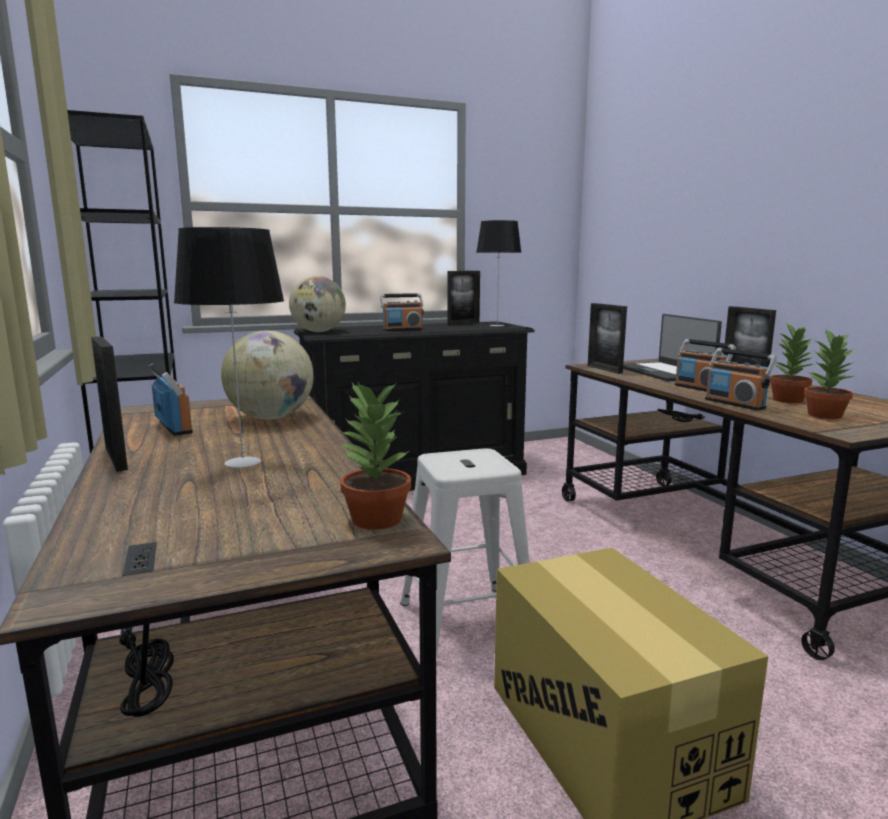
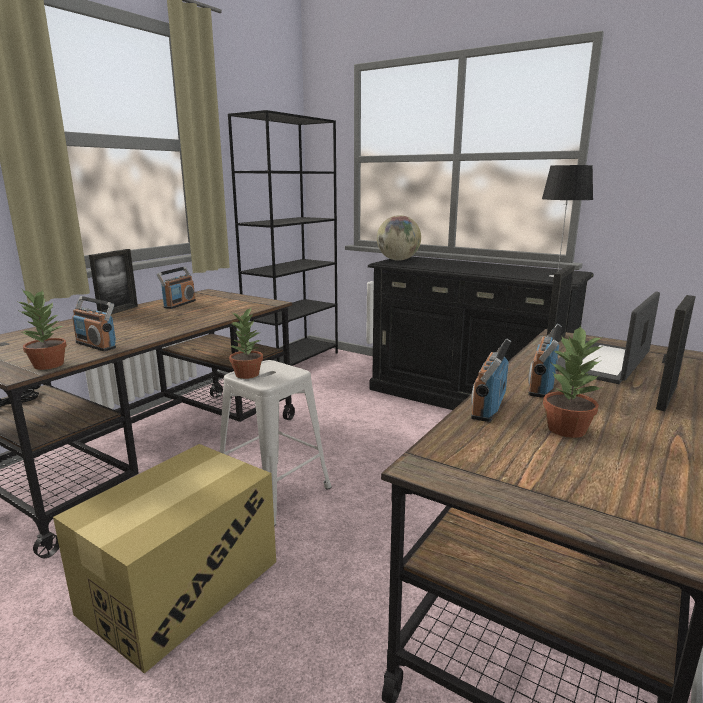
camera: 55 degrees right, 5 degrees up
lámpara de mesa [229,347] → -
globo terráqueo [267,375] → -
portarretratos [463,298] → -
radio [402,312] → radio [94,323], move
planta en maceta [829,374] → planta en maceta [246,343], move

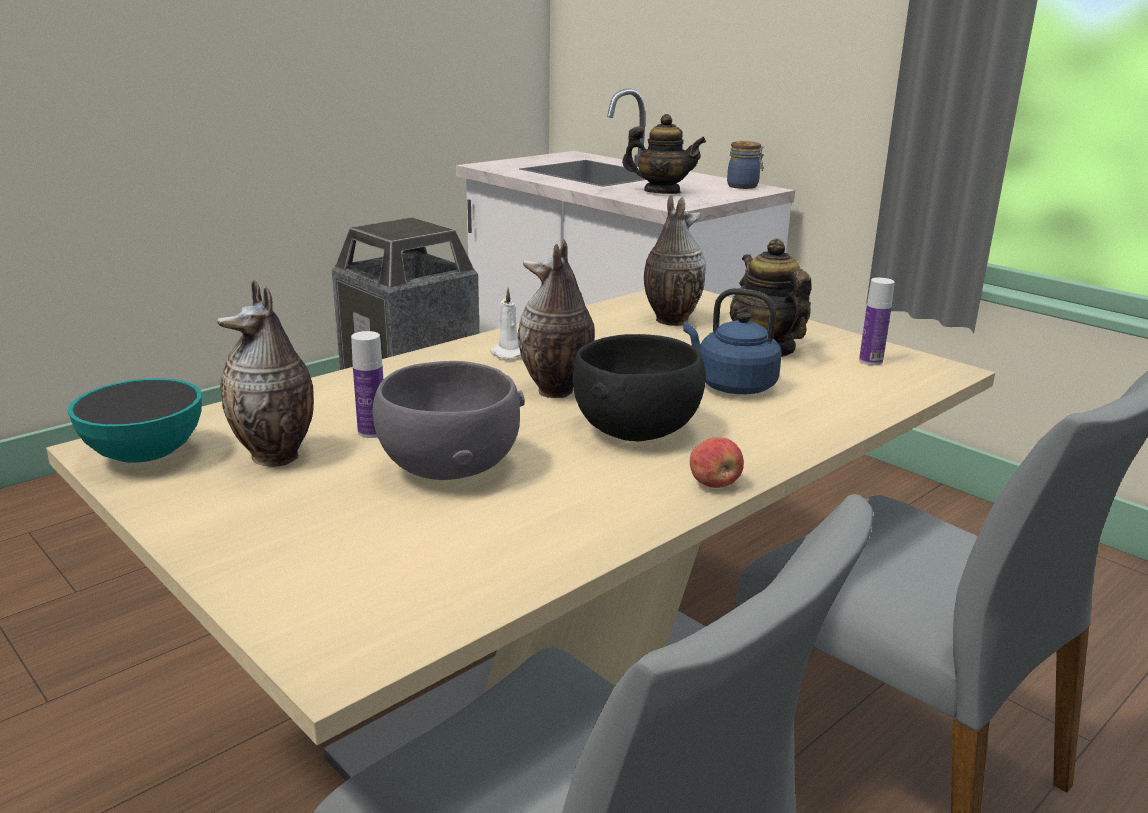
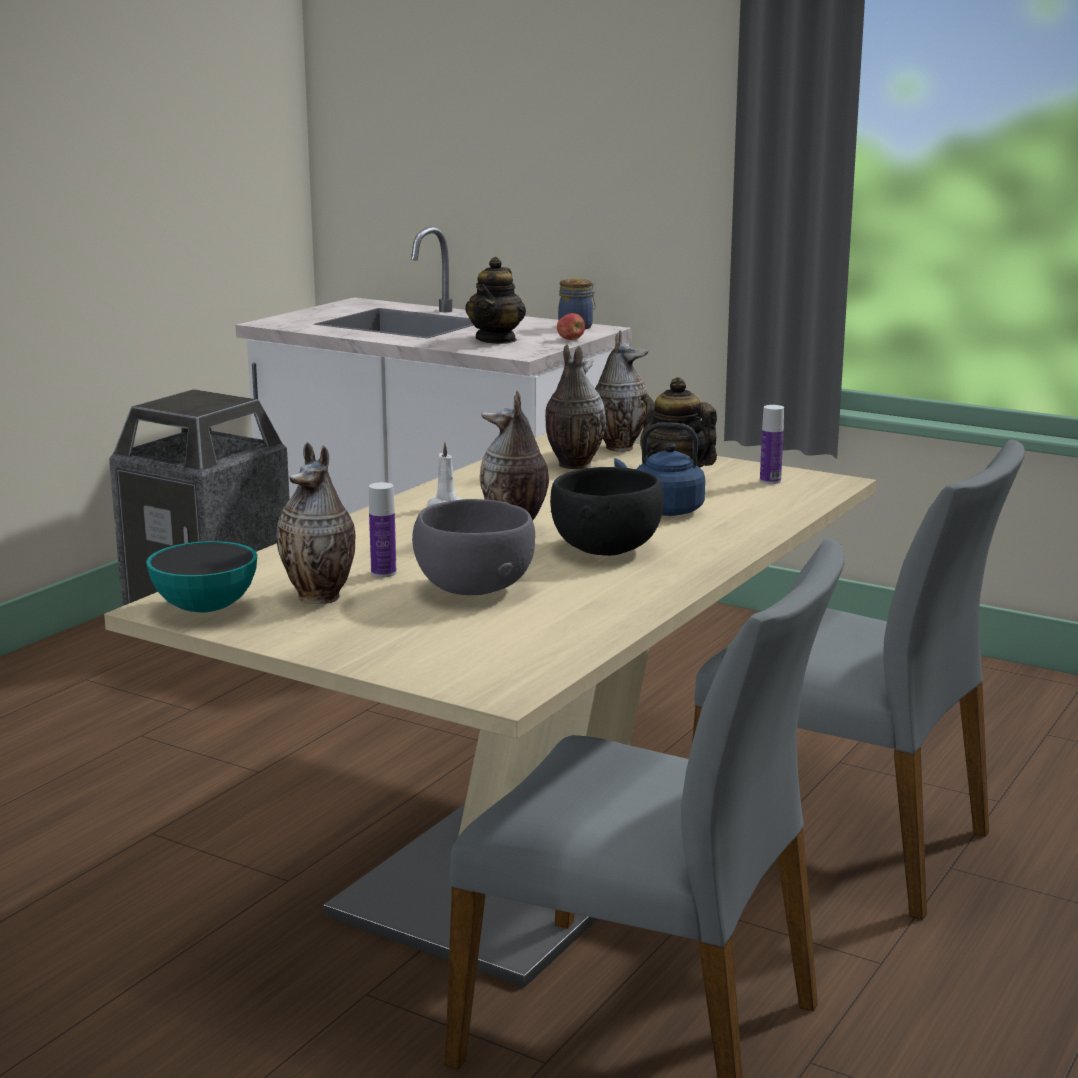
camera: 15 degrees left, 5 degrees down
- → florero [621,391]
manzana [717,462] → manzana [571,326], move
tetera [664,154] → tetera [495,300], 105 degrees clockwise

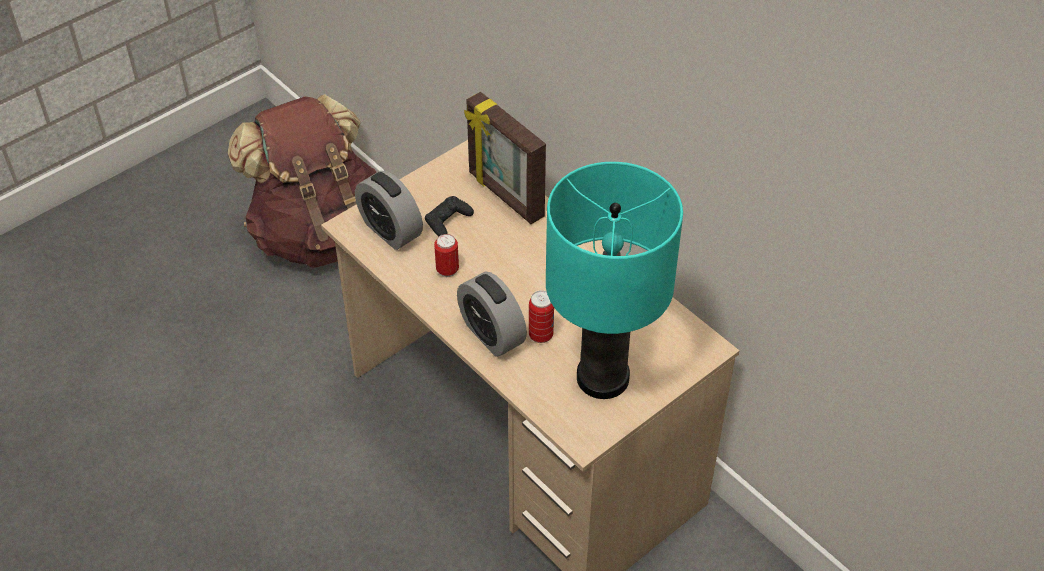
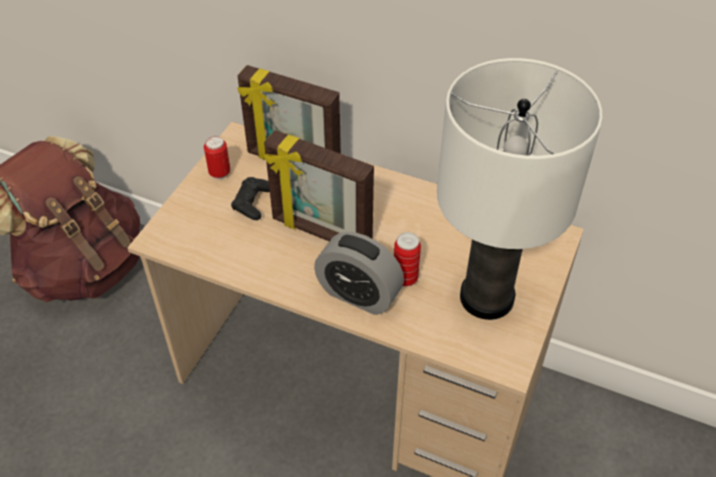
camera: 25 degrees left, 0 degrees up
despertador [389,210] → -
- → portarretratos [319,185]
lata [446,255] → lata [217,157], move
lámpara de mesa [turquesa] [614,280] → lámpara de mesa [blanco] [520,189]

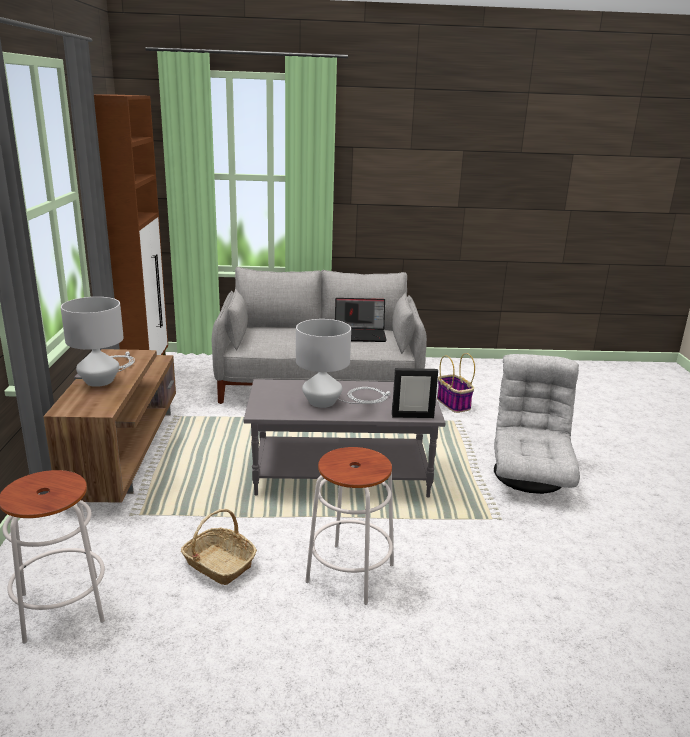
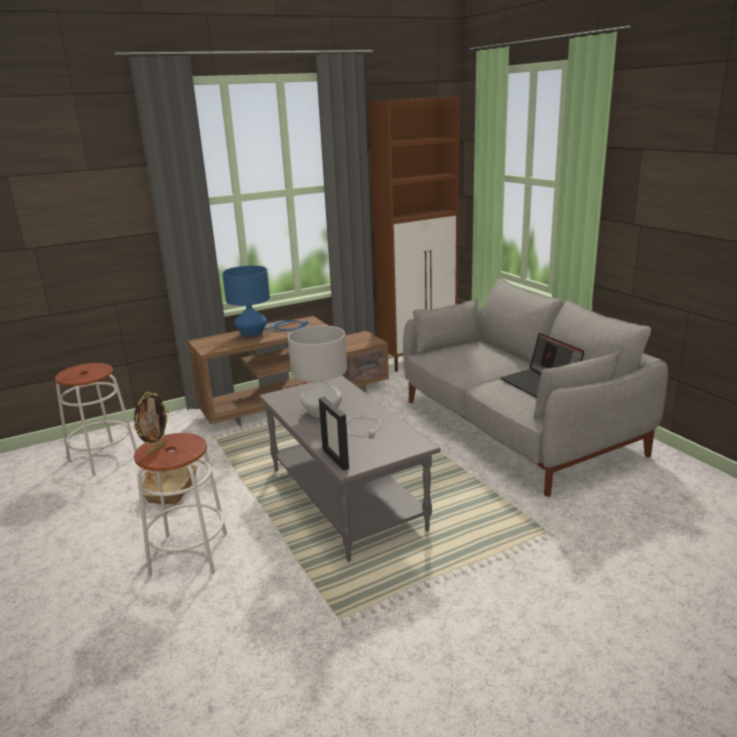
camera: 65 degrees right, 0 degrees up
cesta [456,383] → -
sillón [gris] [537,424] → -
- → portarretratos [151,423]
lámpara de mesa [blanco] [98,342] → lámpara de mesa [azul] [265,301]

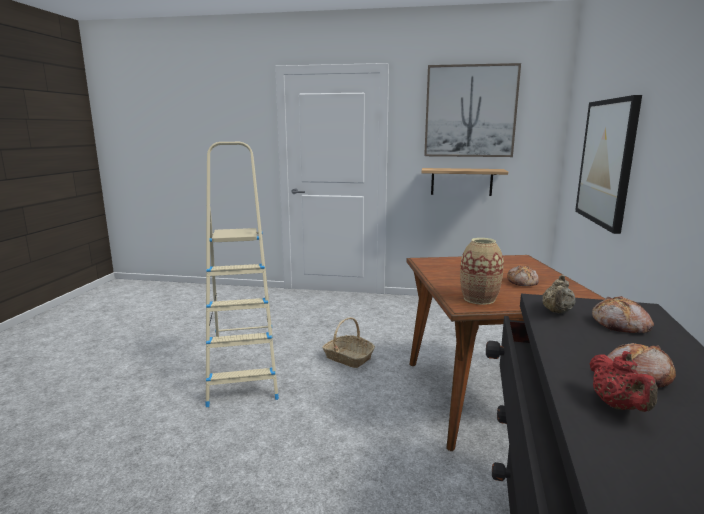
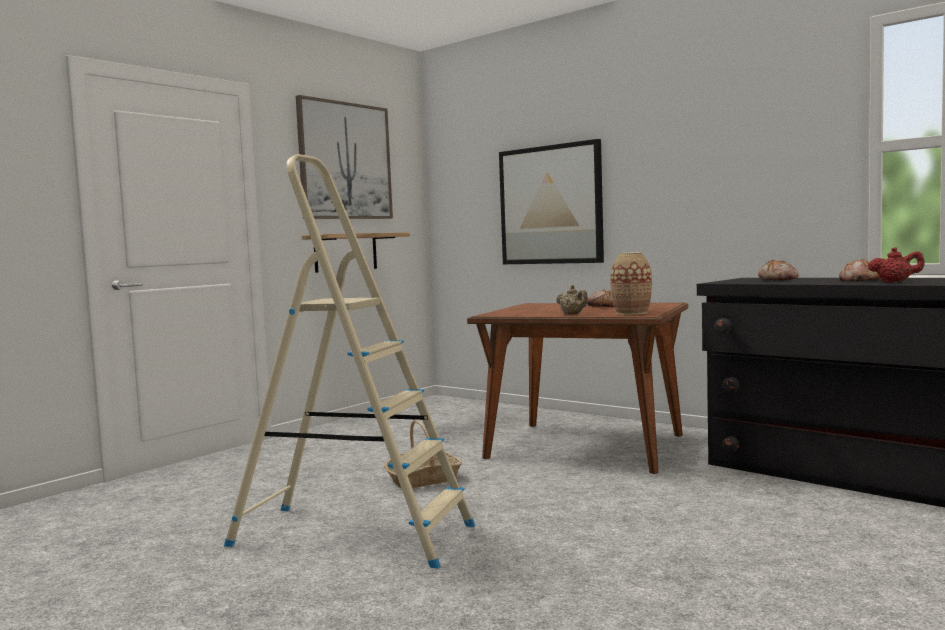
camera: 60 degrees left, 10 degrees down
tetera [beis] [558,294] → tetera [beis] [572,299], move

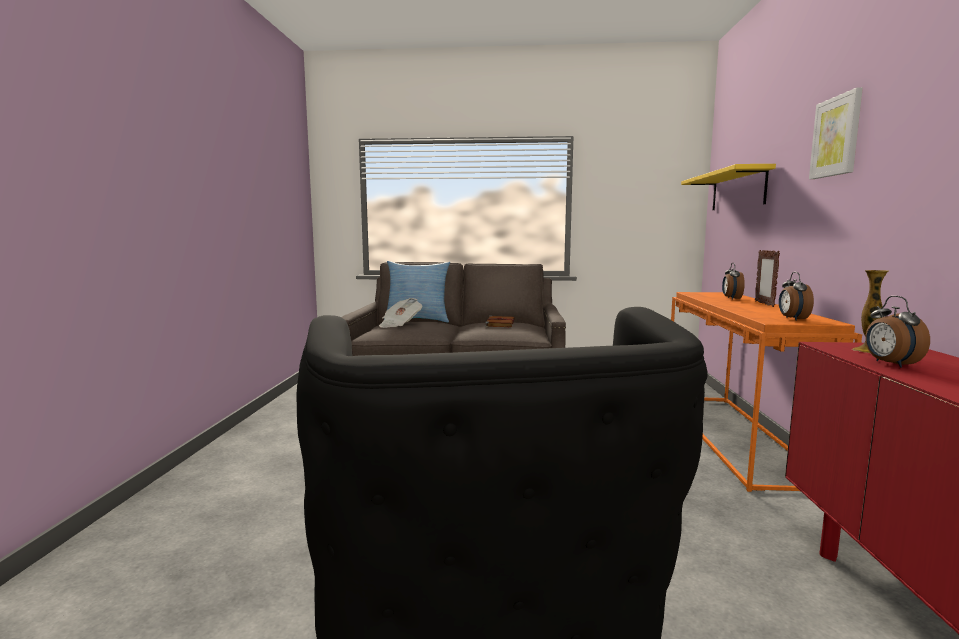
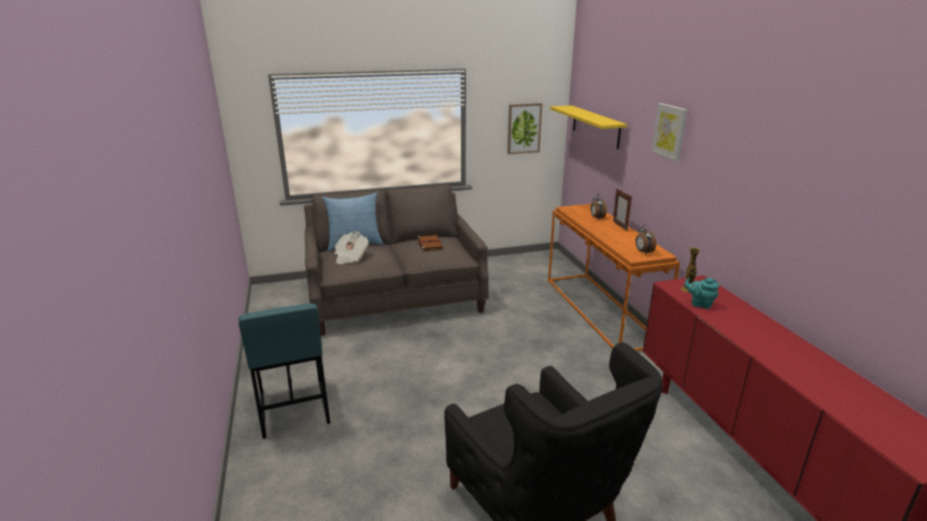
camera: 20 degrees left, 15 degrees up
- → taburete [azul] [284,371]
- → cuadro [524,128]
despertador [897,332] → tetera [turquesa] [701,293]

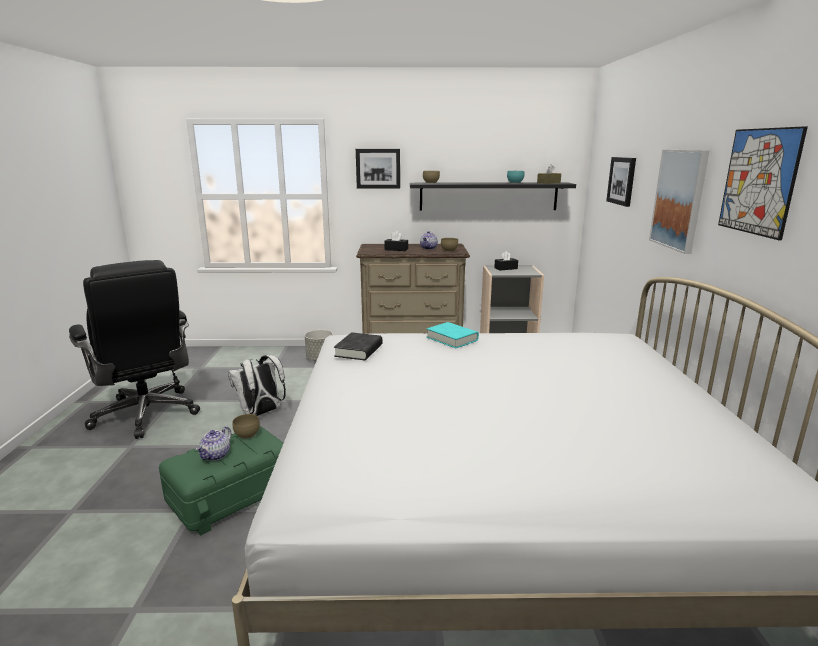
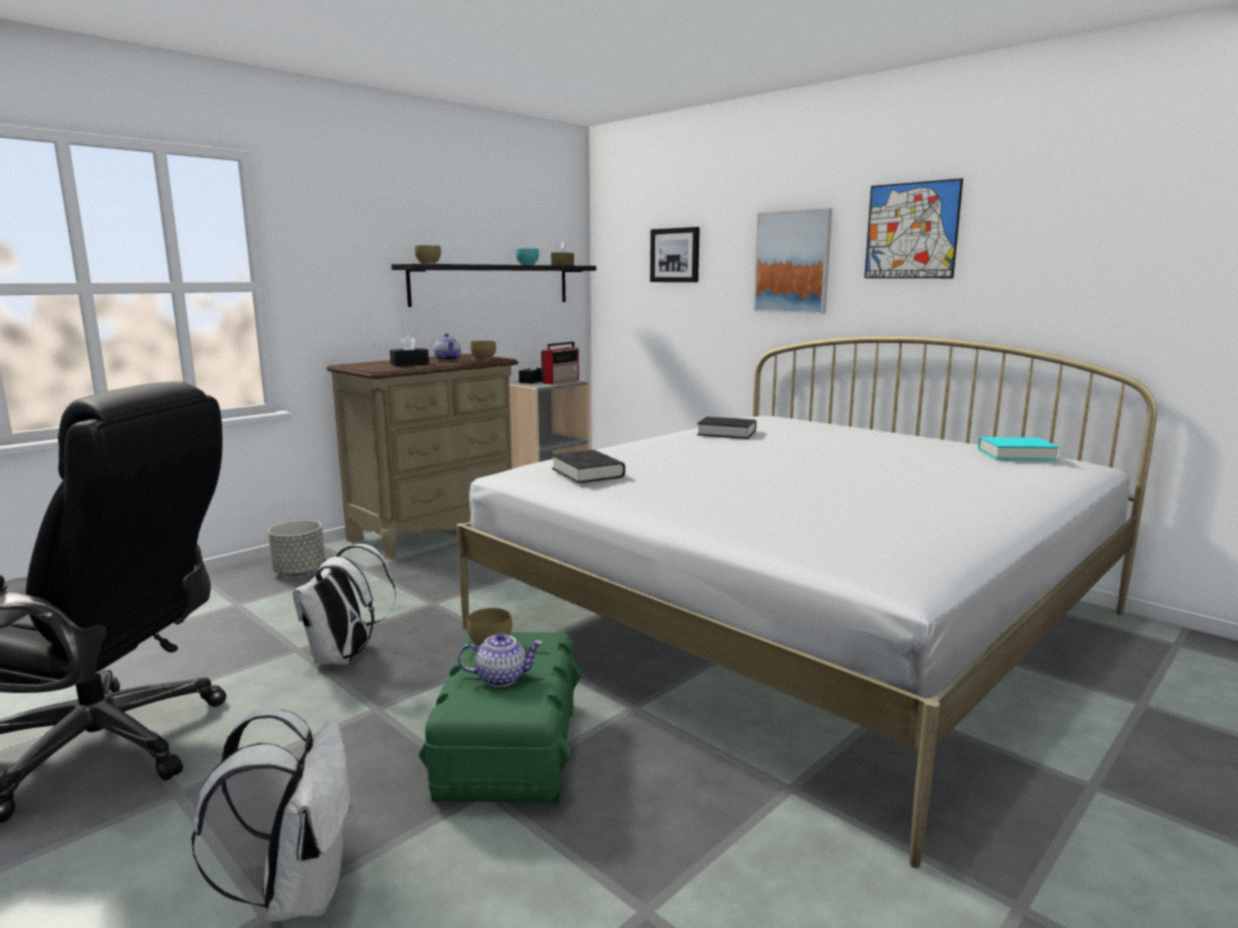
camera: 45 degrees left, 5 degrees down
cuadro [378,169] → -
- → mochila [blanco] [272,815]
- → radio [560,362]
- → libro [negro] [726,428]
libro [turquesa] [453,335] → libro [turquesa] [1018,449], move
tetera [213,443] → tetera [500,659], 75 degrees counterclockwise

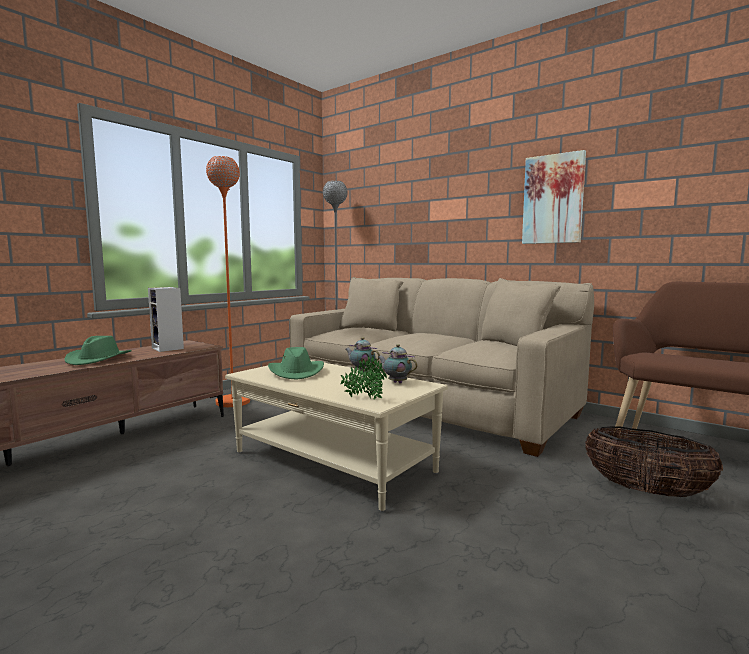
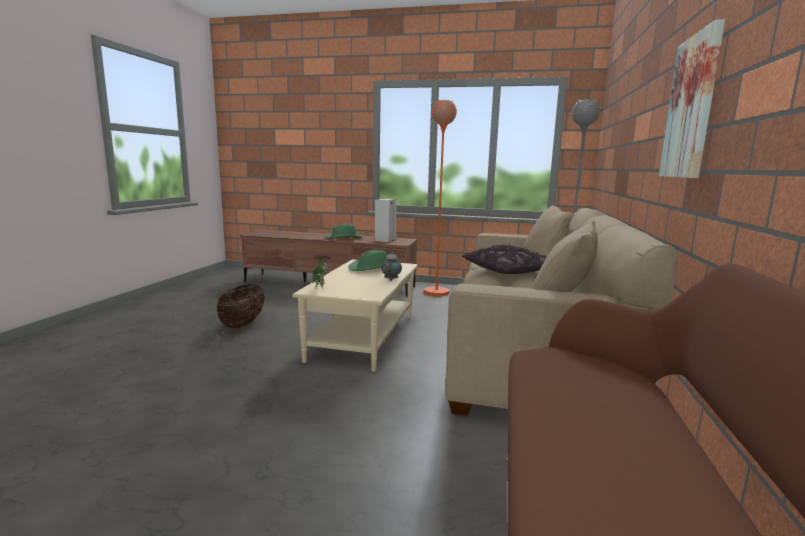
camera: 65 degrees right, 5 degrees up
tetera [398,364] → -
- → cojín [negro] [504,259]
cesta [654,462] → cesta [241,306], move

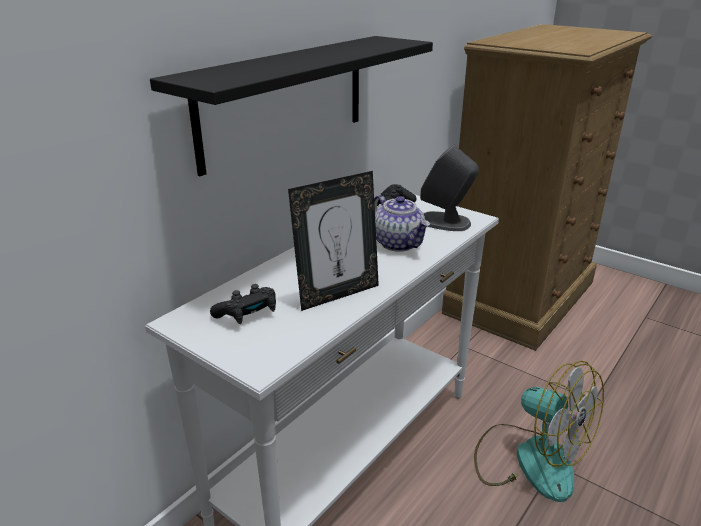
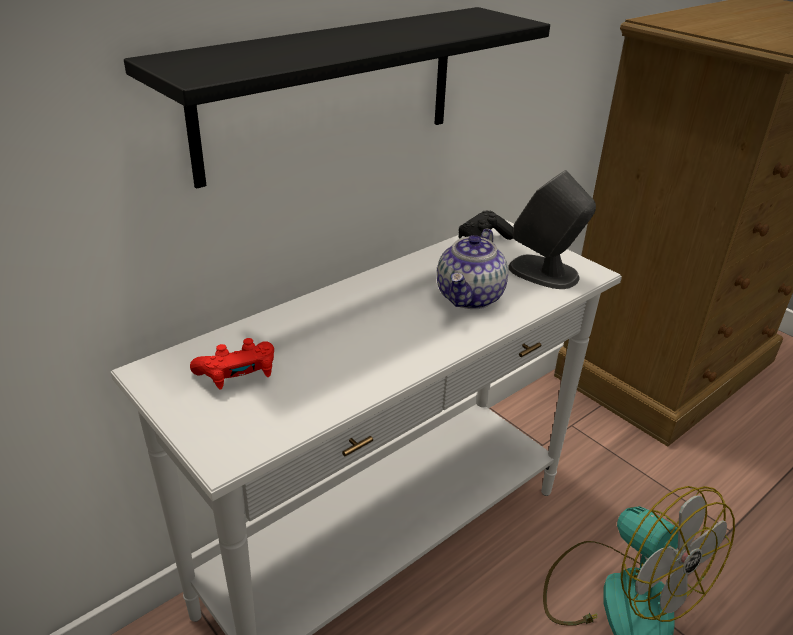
camera: 10 degrees right, 5 degrees up
portarretratos [333,241] → -
mando de consola [negro] [243,304] → mando de consola [rojo] [232,364]
tetera [402,223] → tetera [472,268], 45 degrees clockwise

